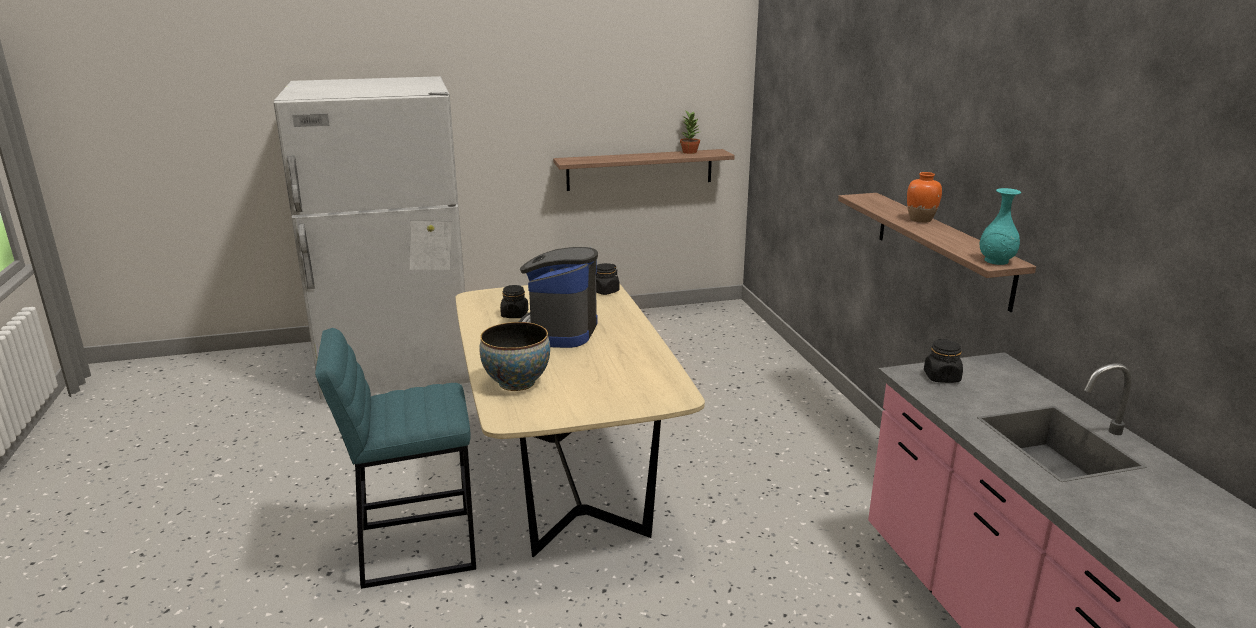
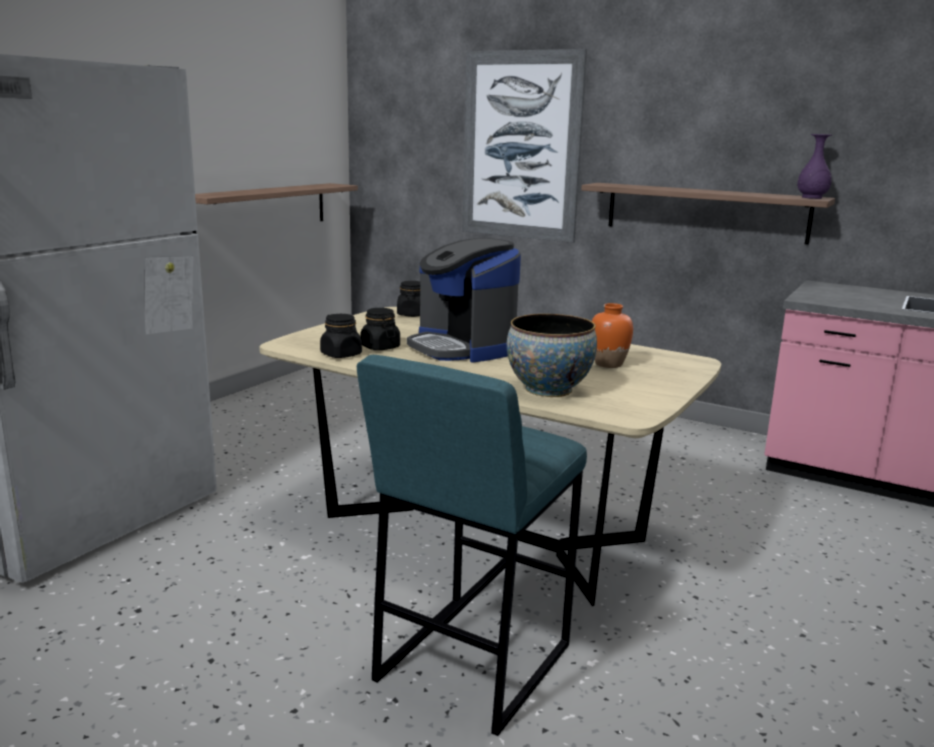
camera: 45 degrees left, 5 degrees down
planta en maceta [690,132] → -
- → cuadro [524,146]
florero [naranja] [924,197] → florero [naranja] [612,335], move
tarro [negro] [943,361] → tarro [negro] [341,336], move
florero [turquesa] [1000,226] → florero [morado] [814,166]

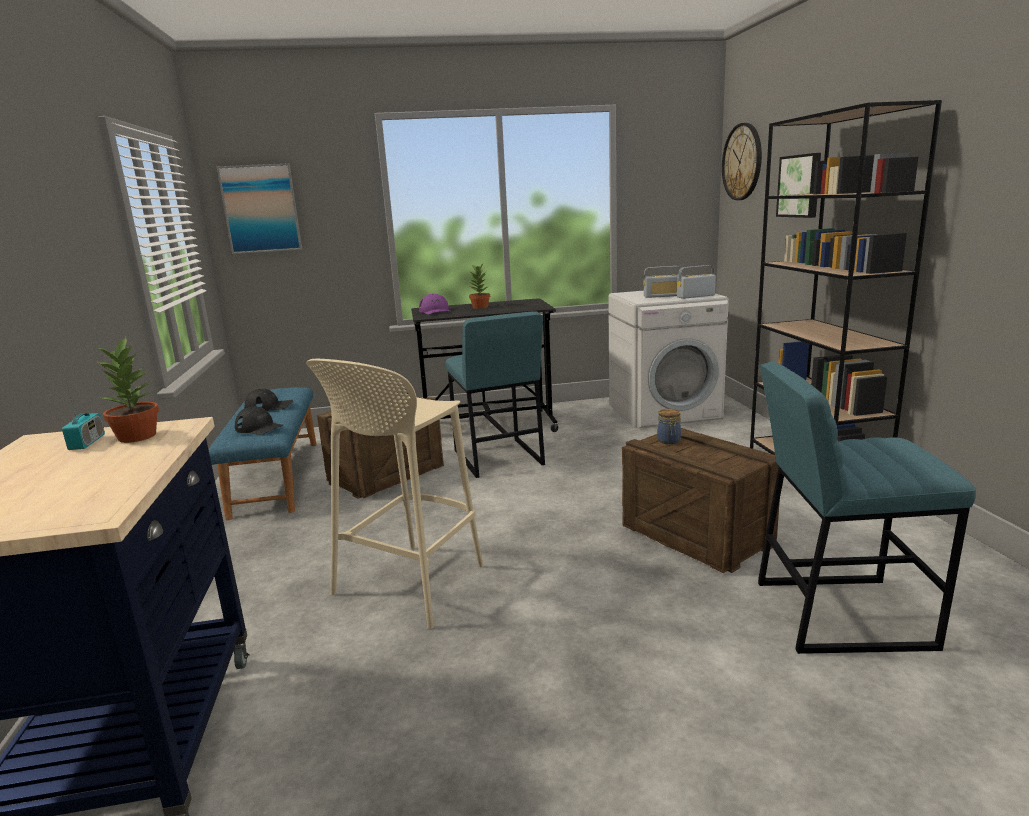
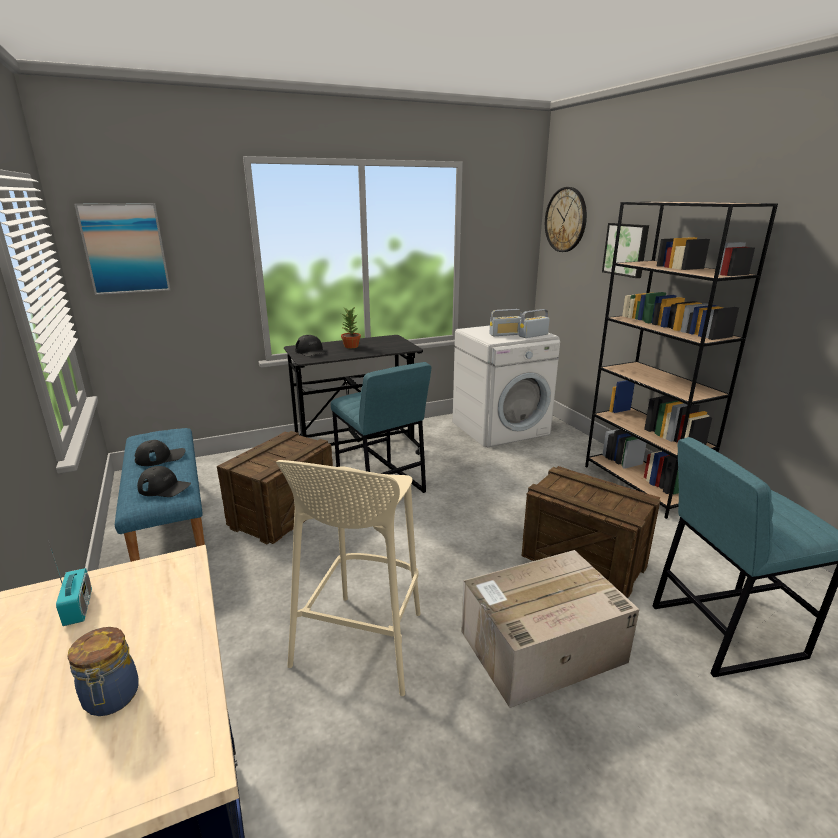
camera: 15 degrees left, 5 degrees up
planta en maceta [127,390] → -
- → caja de cartón [550,629]
tarro [669,426] → tarro [103,671], move
gorra [morado] [435,304] → gorra [negro] [311,345]

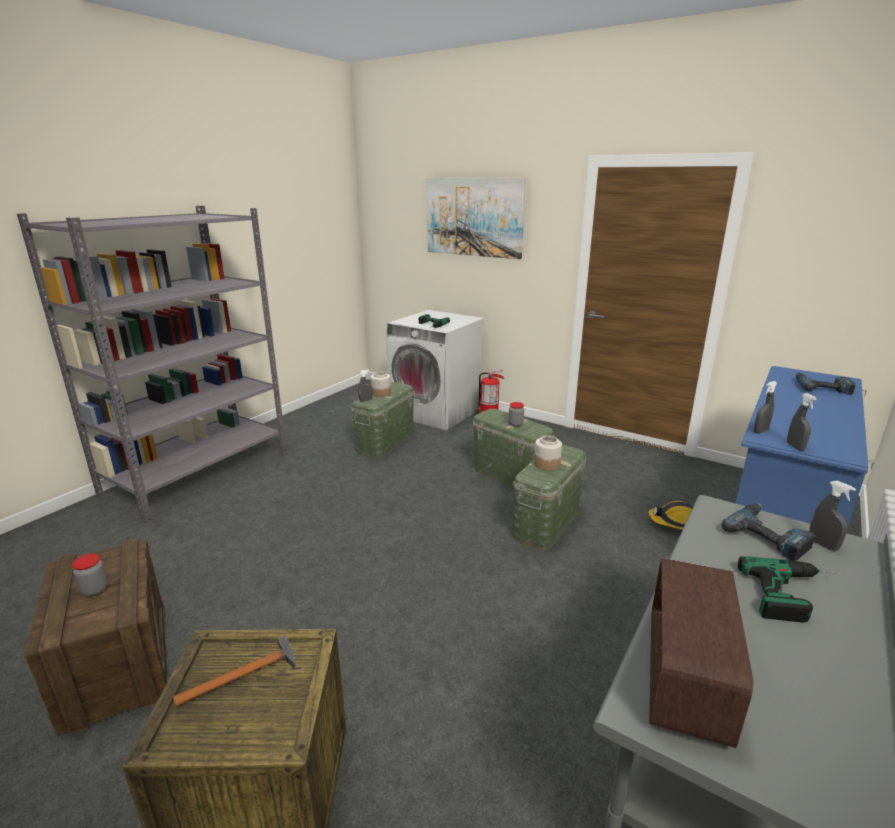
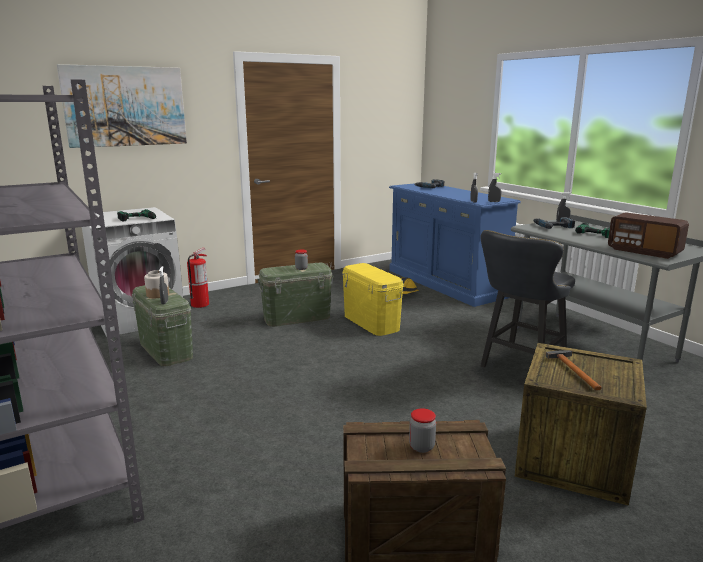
camera: 65 degrees left, 5 degrees down
tarro [548,453] → -
- → taburete [gris] [527,299]
caja de almacenaje [verde] [549,498] → caja de almacenaje [amarillo] [373,299]

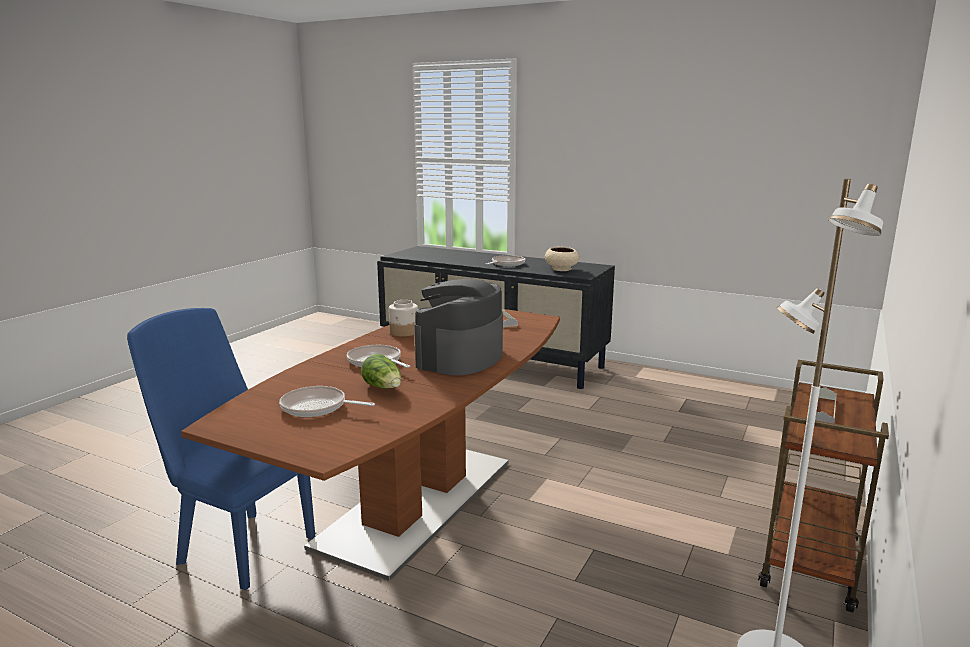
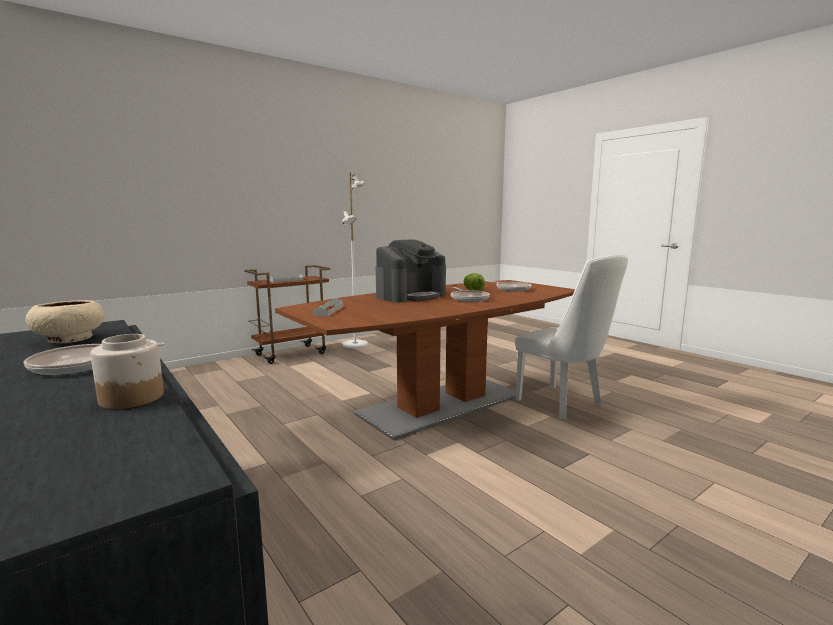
camera: 155 degrees left, 5 degrees down
tarro [403,318] → tarro [127,371], move
silla [azul] [221,449] → silla [blanco] [571,337]

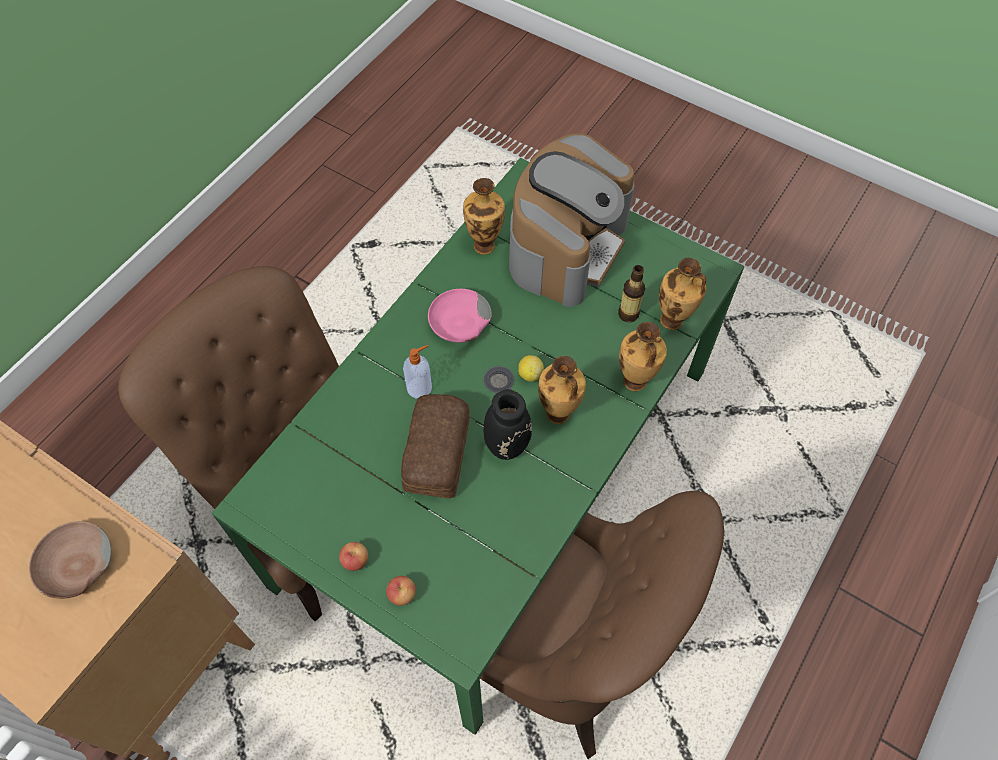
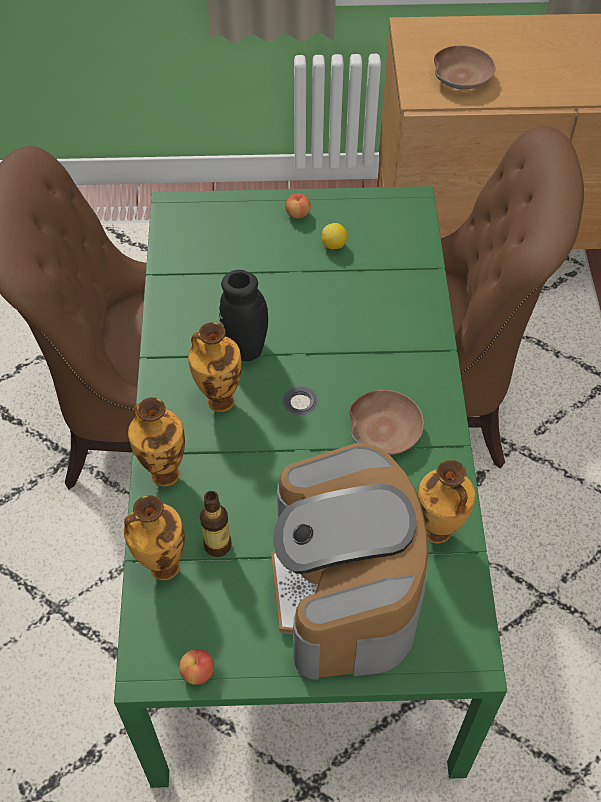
camera: 145 degrees right, 5 degrees down
pan [435,446] → -
dispensador de jabón [417,372] → -
manzana [401,591] → manzana [196,667], move
limón [531,368] → limón [334,236], move
cuenco [rosa] [460,316] → cuenco [marrón] [386,422]

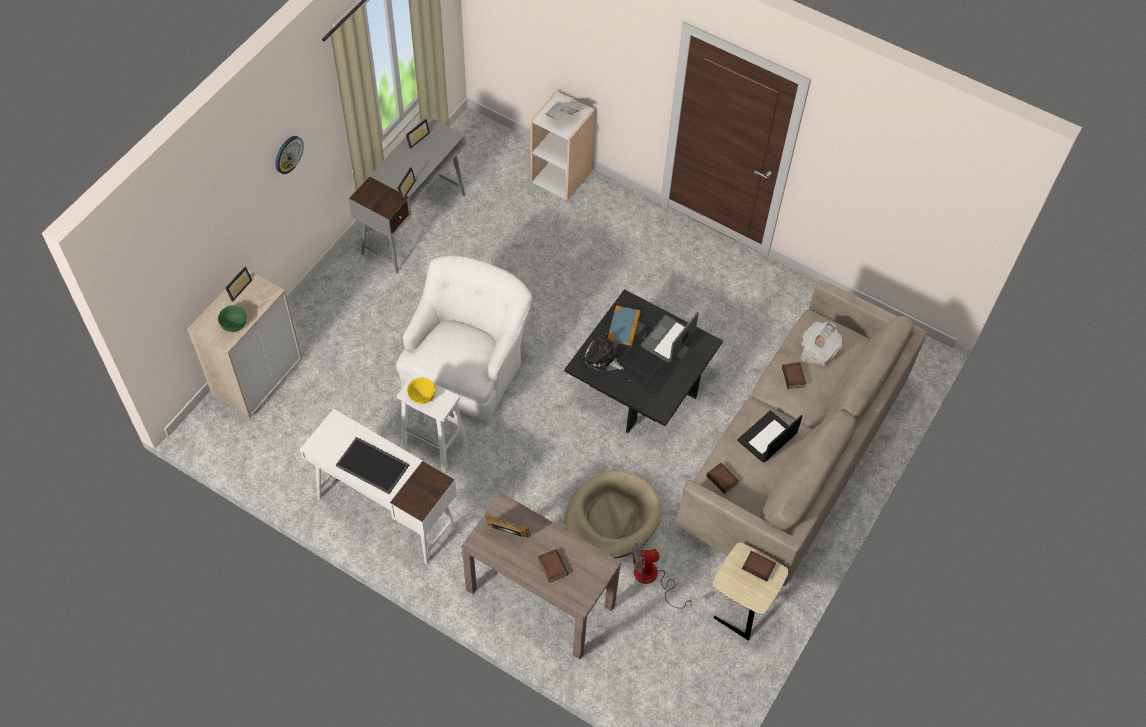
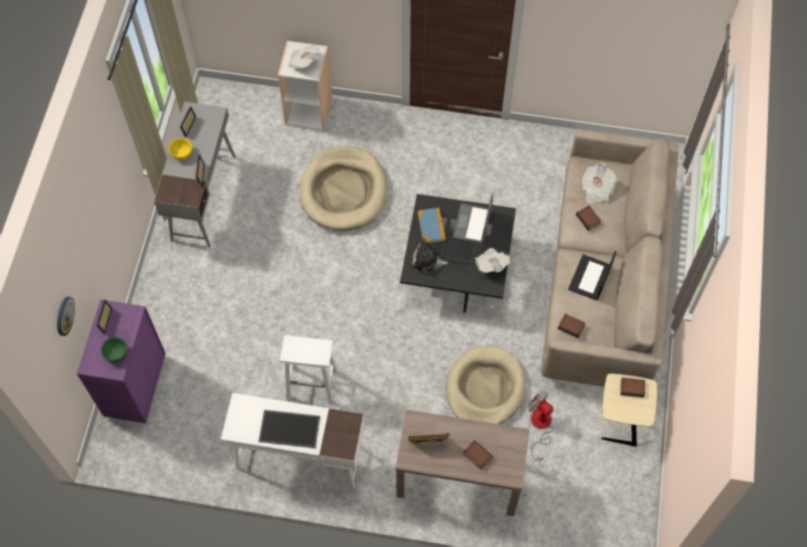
camera: 20 degrees left, 5 degrees up
sillón [blanco] [464,338] → -
- → cama para perro [beis] [344,188]
- → periódico [493,260]
reloj de pared [289,155] → reloj de pared [66,316], move
cuenco [amarillo] [421,390] → cuenco [amarillo] [180,149], move
armario [beis] [244,343] → armario [morado] [121,361]
ventilador [662,575] → ventilador [540,427], 75 degrees clockwise

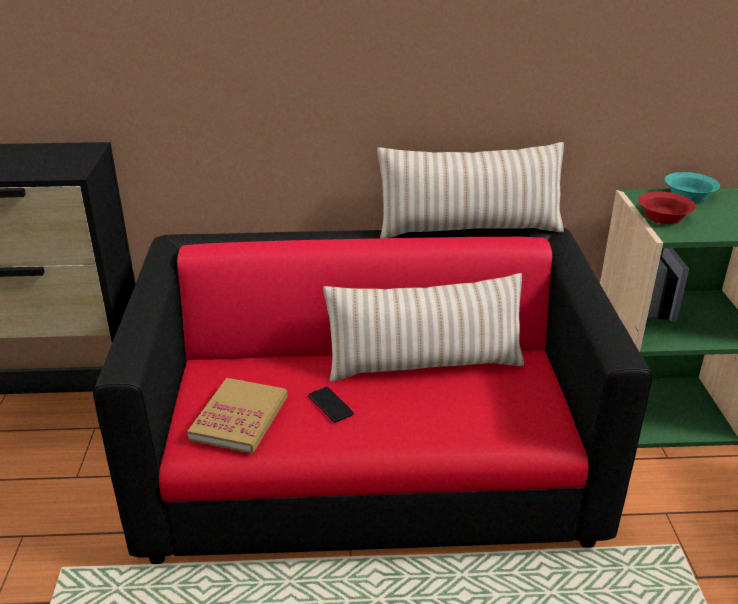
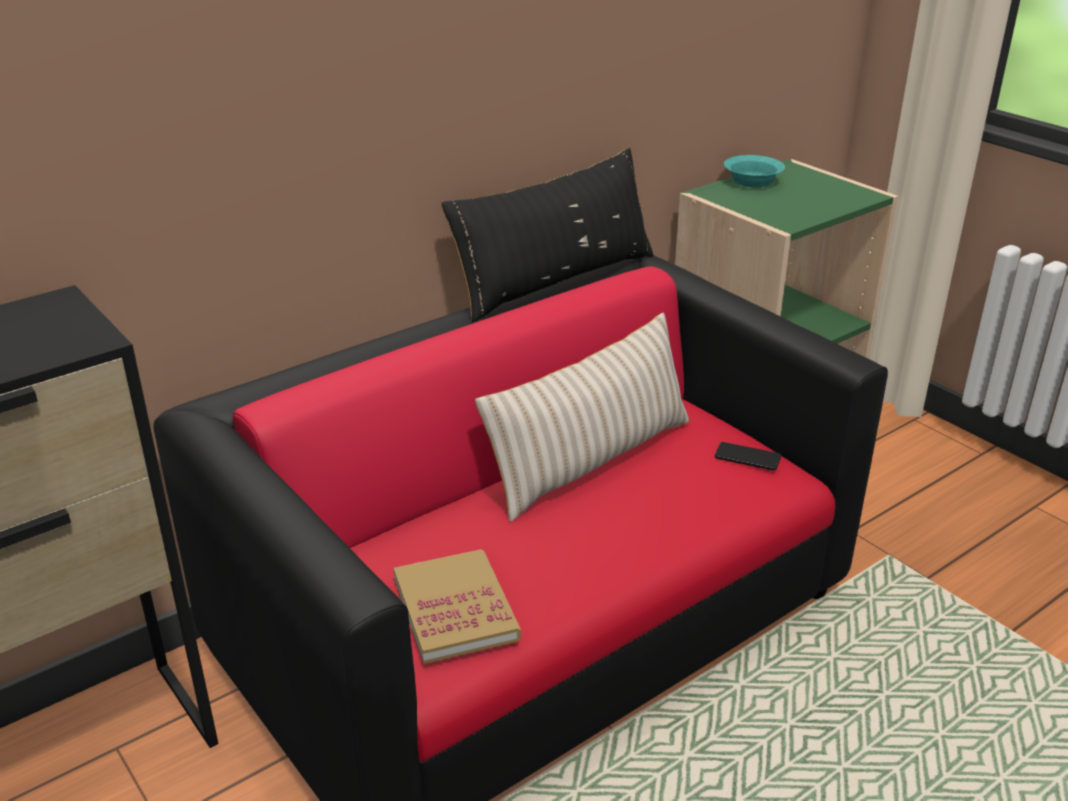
camera: 35 degrees left, 0 degrees up
cuenco [rojo] [667,208] → -
móvil [331,404] → móvil [748,456], move
cojín [beis] [470,190] → cojín [negro] [547,235]

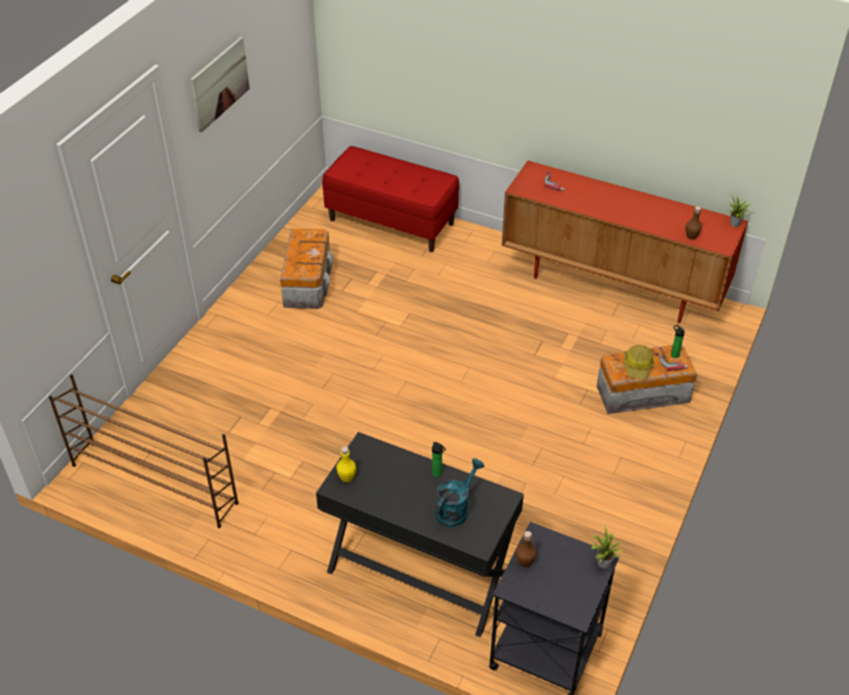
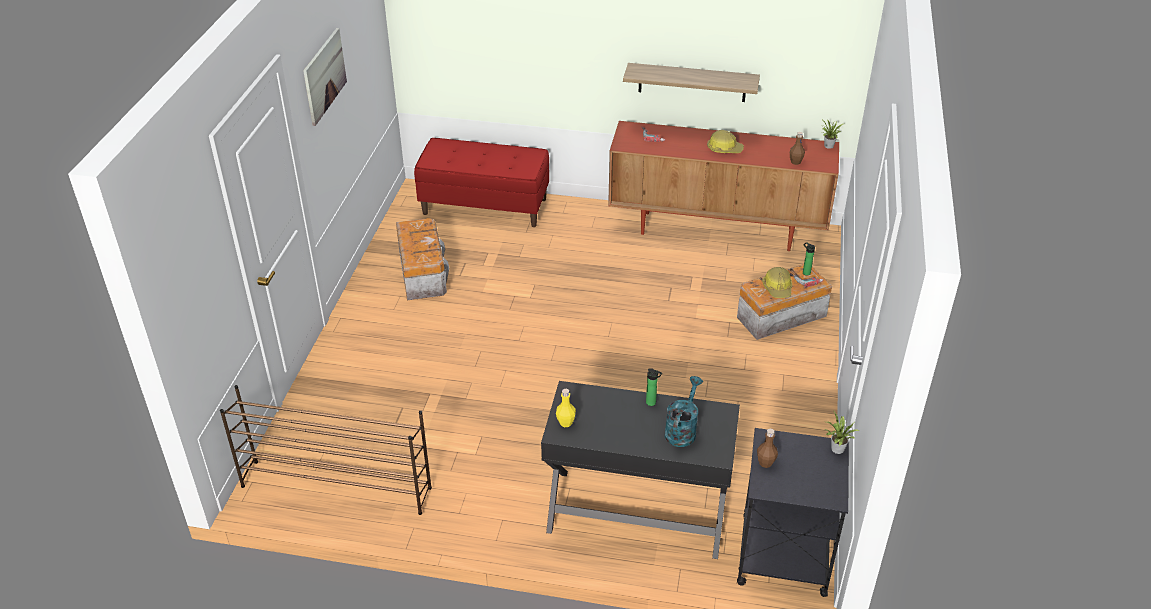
camera: 15 degrees left, 5 degrees down
- → estante [691,82]
- → casco [725,141]

